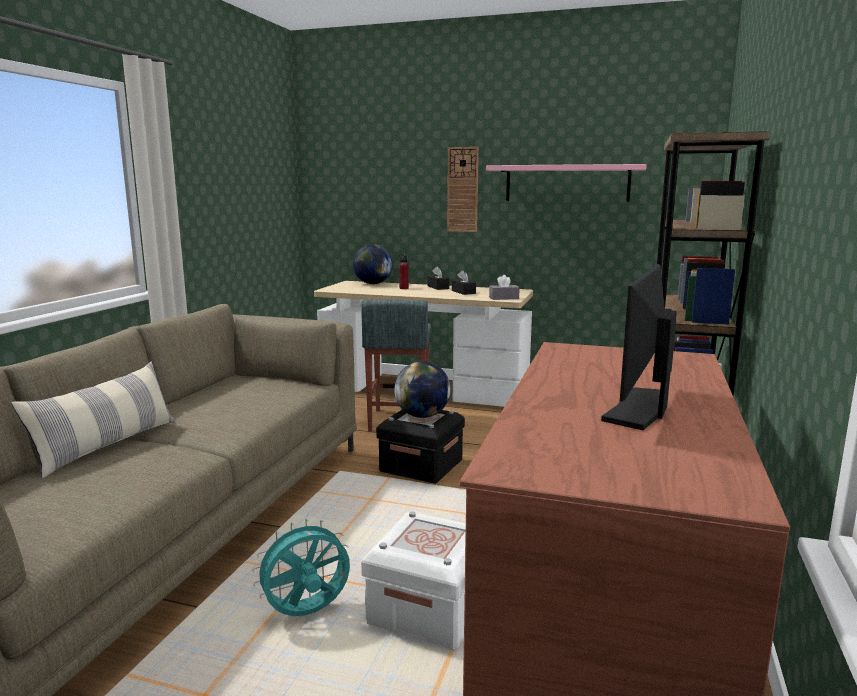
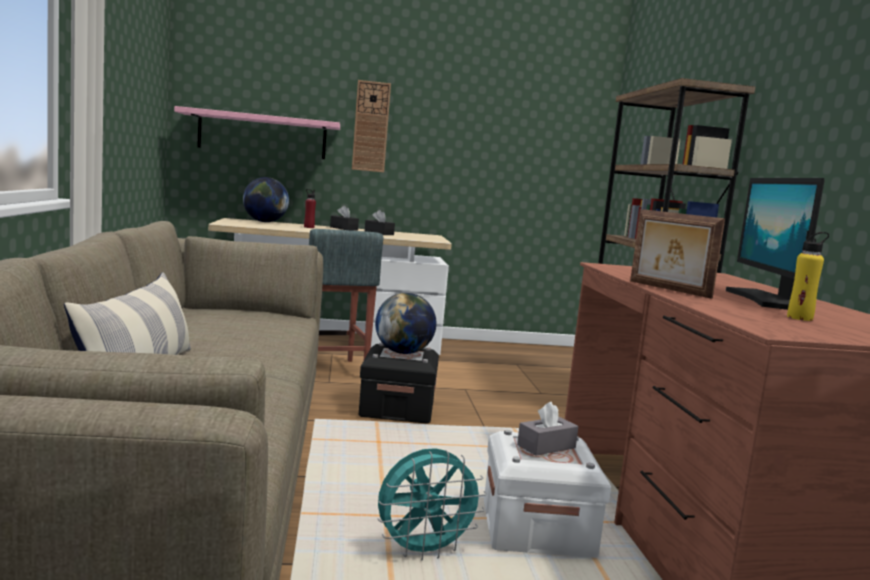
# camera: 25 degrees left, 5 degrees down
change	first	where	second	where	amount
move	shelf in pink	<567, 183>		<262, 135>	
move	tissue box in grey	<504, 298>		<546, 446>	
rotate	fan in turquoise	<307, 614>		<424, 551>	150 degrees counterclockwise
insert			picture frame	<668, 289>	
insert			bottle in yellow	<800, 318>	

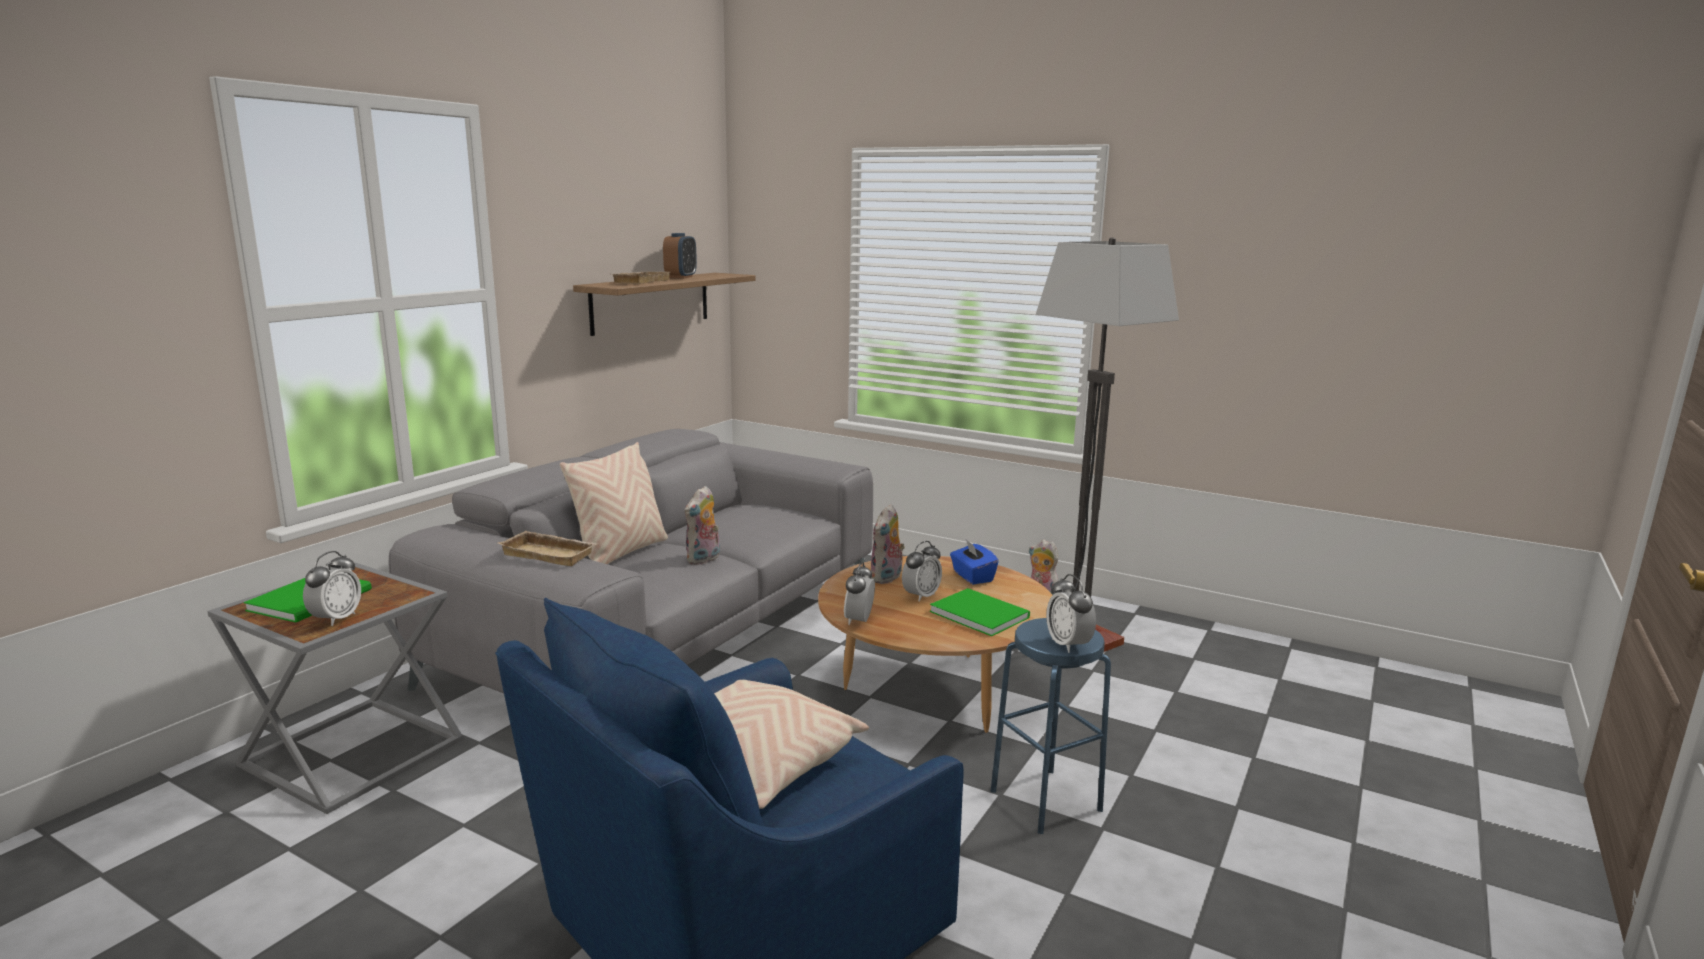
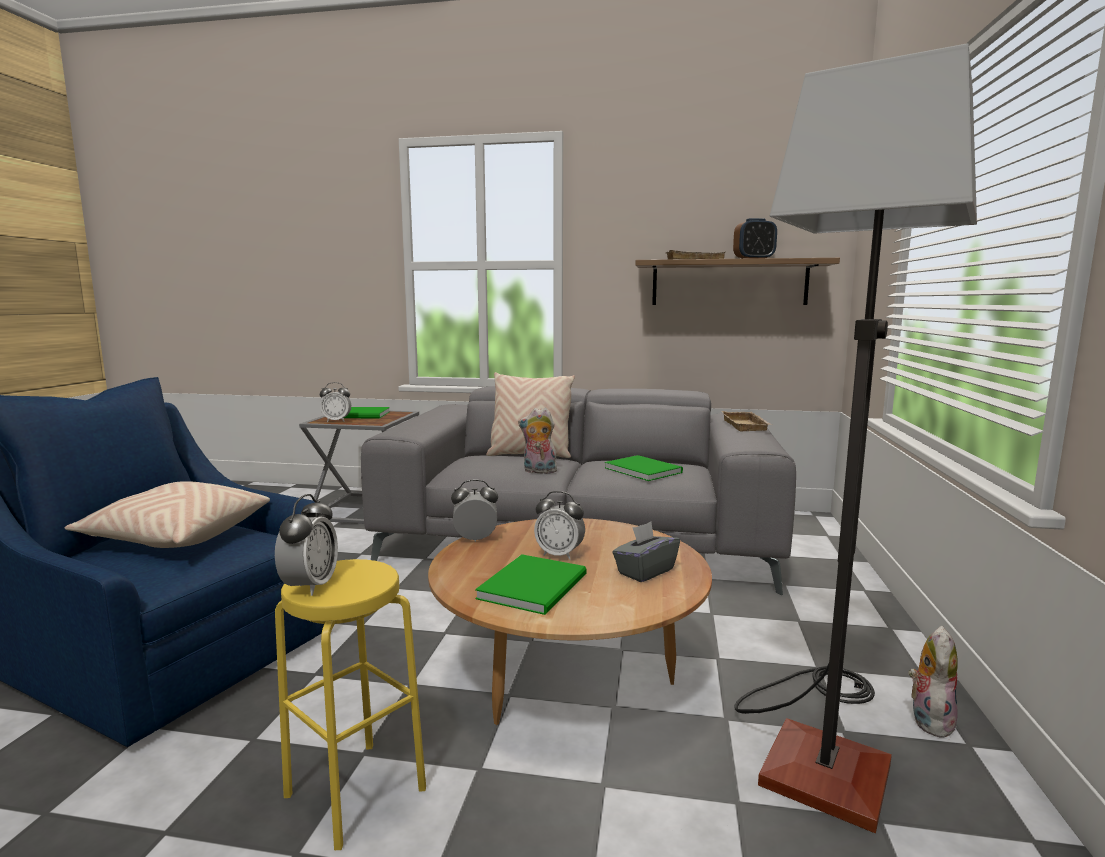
# camera: 70 degrees right, 5 degrees down
change	first	where	second	where	amount
delete	plush toy	<887, 578>			
move	tray in beige	<551, 554>		<747, 426>	
recolor	tissue box in blue	<972, 577>	tissue box in grey	<645, 571>	
rotate	alarm clock	<1068, 645>		<310, 586>	135 degrees clockwise
recolor	stool in blue	<1045, 800>	stool in yellow	<355, 791>	
insert			book in green	<642, 469>	

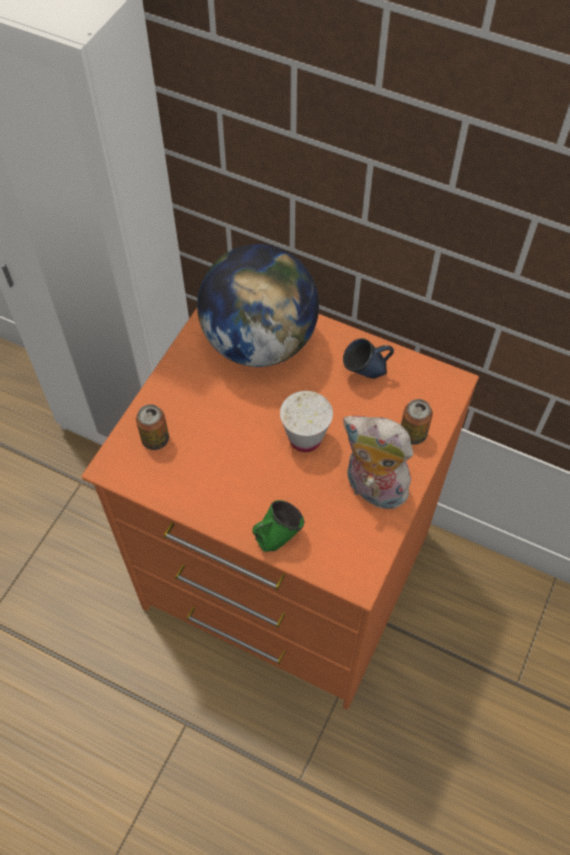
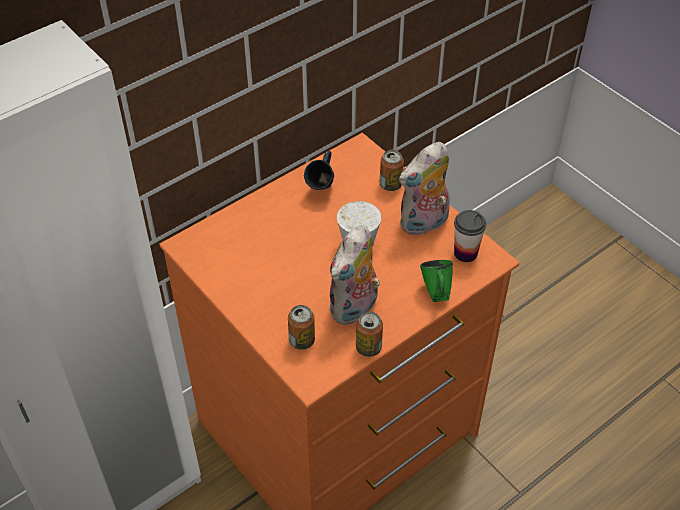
# camera: 65 degrees left, 10 degrees down
change	first	where	second	where	amount
delete	globe	<259, 341>			
insert			cup	<465, 253>	
insert			plush toy	<355, 309>	
insert			can	<368, 347>	

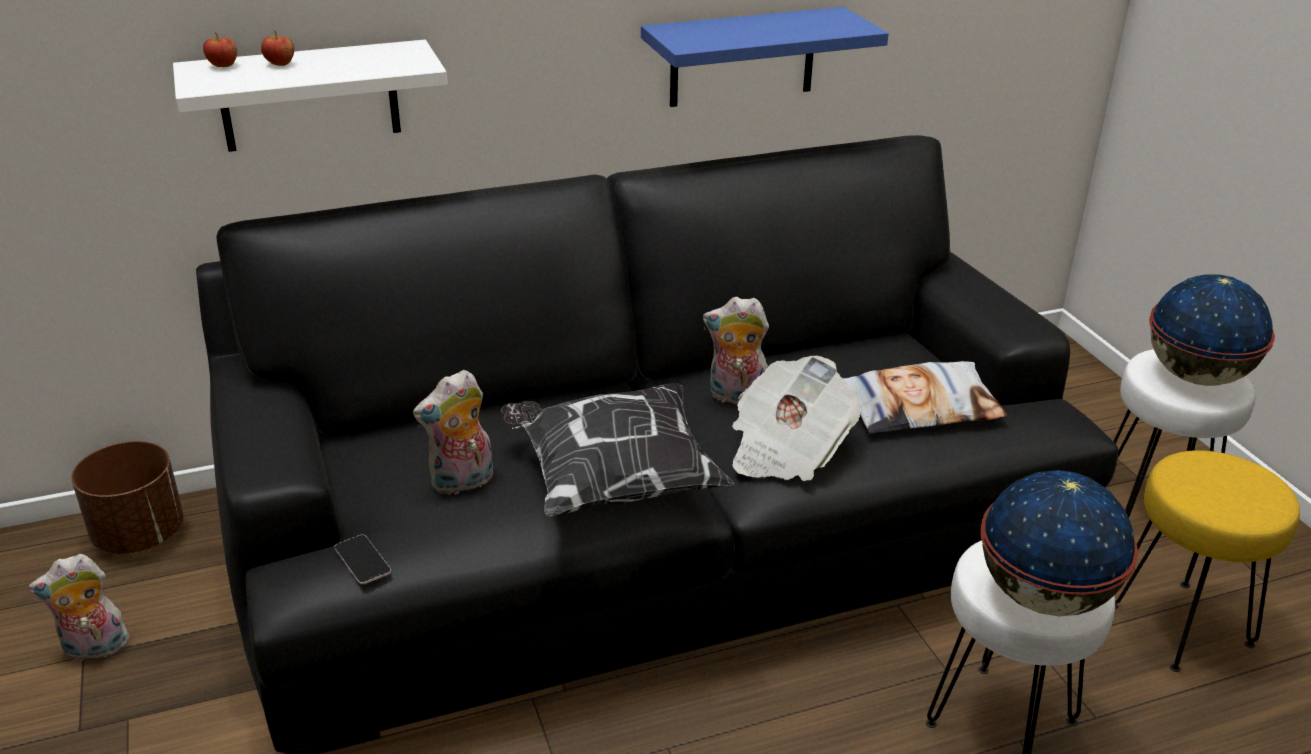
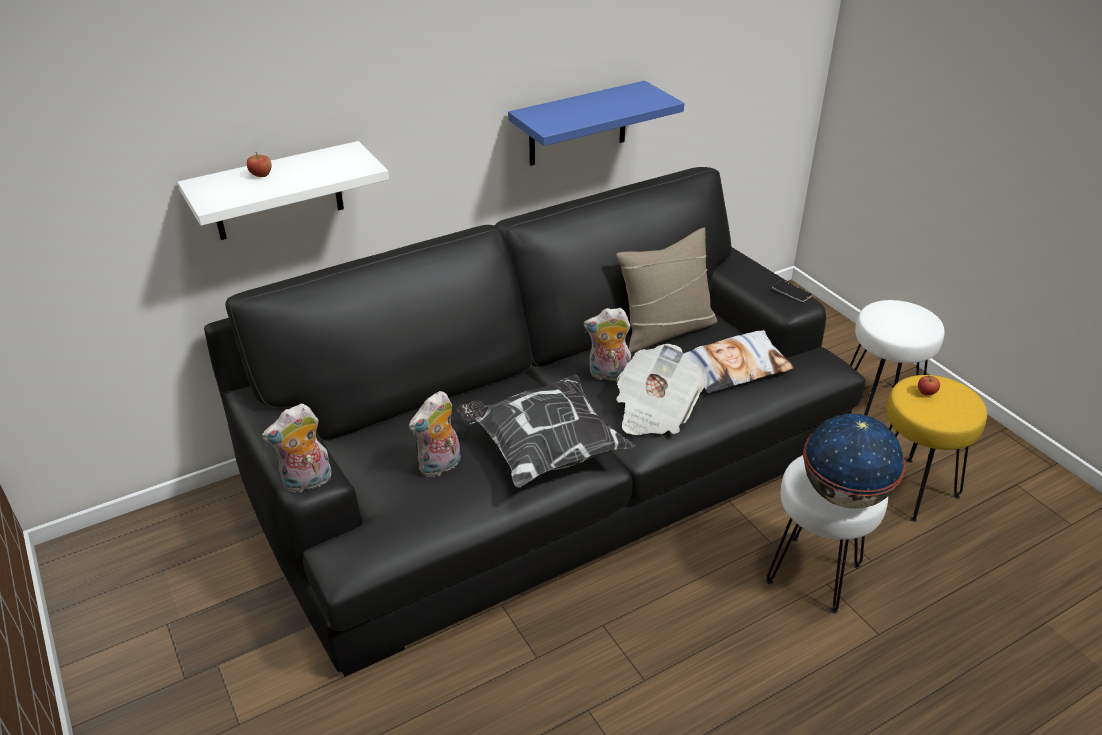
# camera: 10 degrees left, 5 degrees up
change	first	where	second	where	amount
move	apple	<223, 66>		<926, 393>	
delete	globe	<1195, 376>			
delete	planter in brown	<140, 534>			
move	phone	<362, 560>		<791, 292>	
move	plush toy	<94, 650>		<307, 483>	
insert			pillow in beige	<666, 330>	

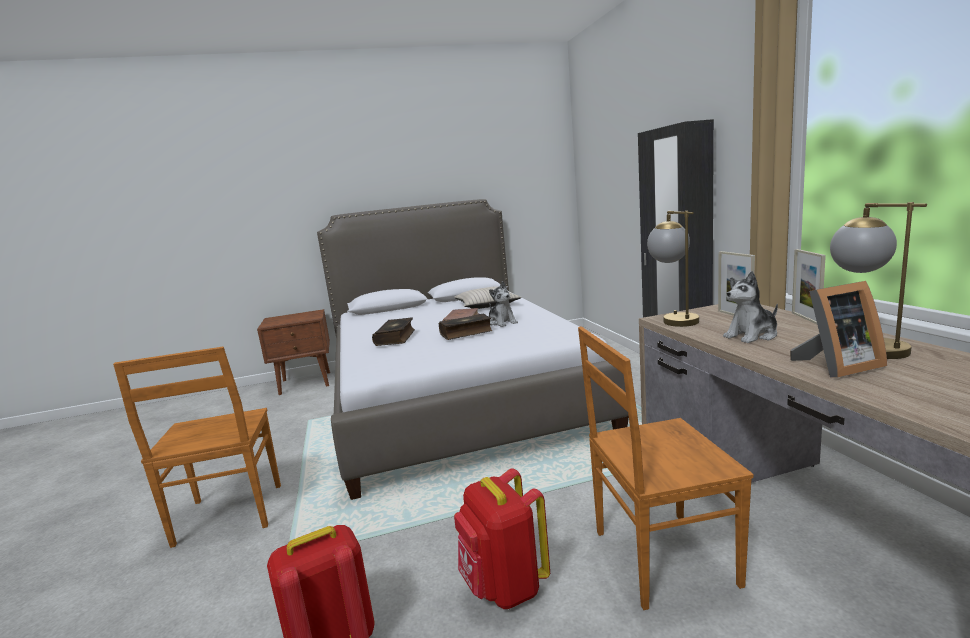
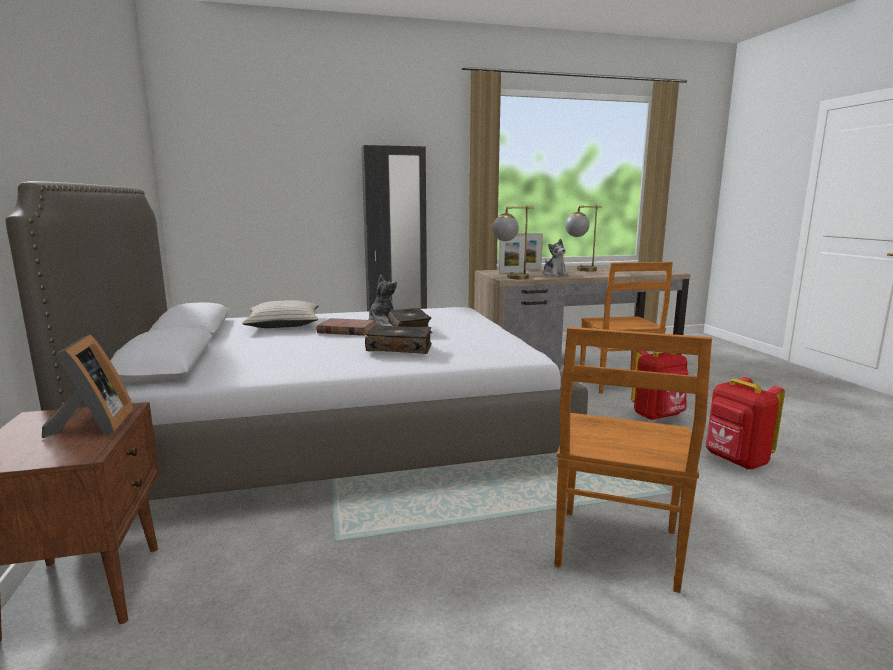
# camera: 90 degrees left, 0 degrees up
change	first	where	second	where	amount
rotate	plush toy	<502, 322>		<382, 321>	45 degrees counterclockwise
move	picture frame	<836, 366>		<94, 425>	
rotate	chair in brown	<229, 516>		<616, 550>	120 degrees clockwise

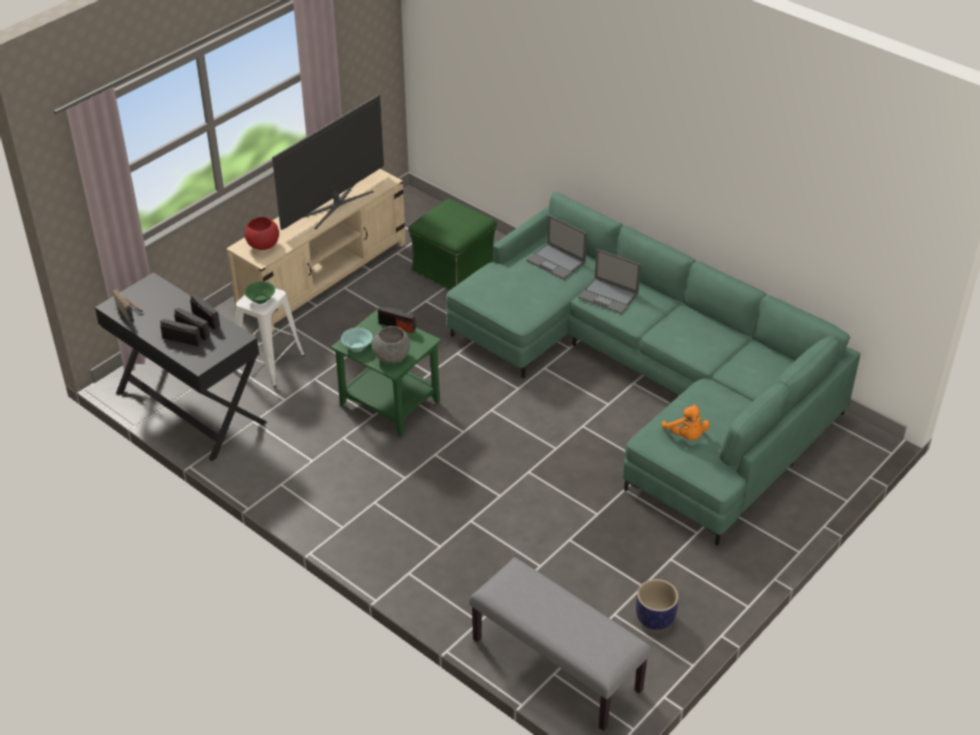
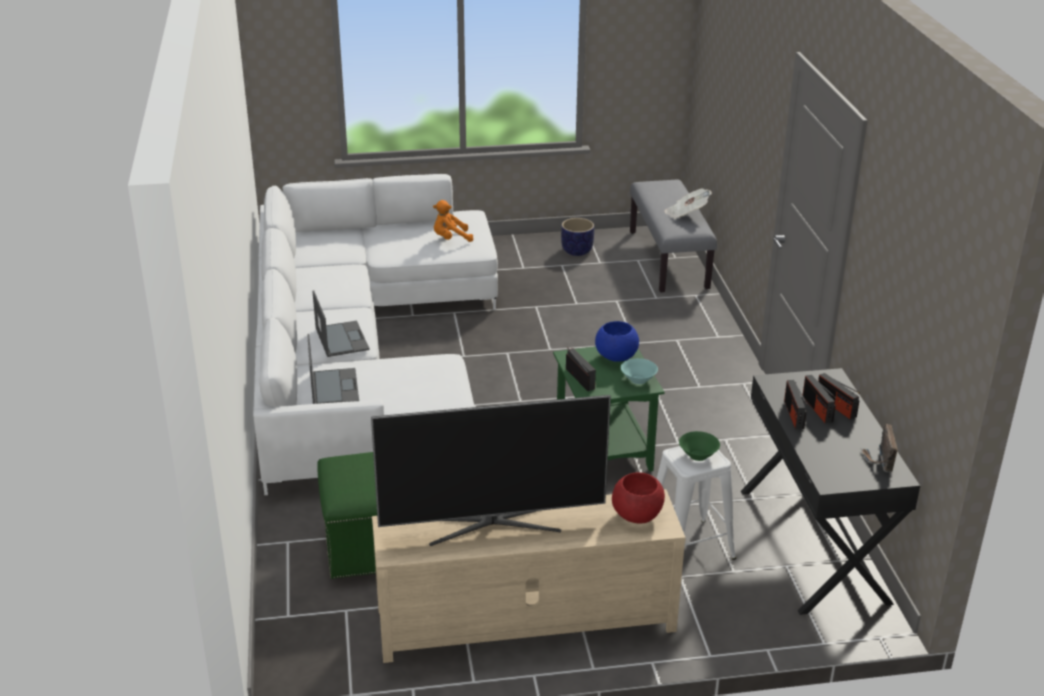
# camera: 140 degrees left, 10 degrees down
change	first	where	second	where	amount
recolor	sofa in green	<651, 382>	sofa in white	<361, 356>	
recolor	bowl in grey	<392, 357>	bowl in blue	<616, 357>	
rotate	plush toy in orange	<686, 436>		<450, 239>	120 degrees counterclockwise
insert			newspaper	<686, 214>	

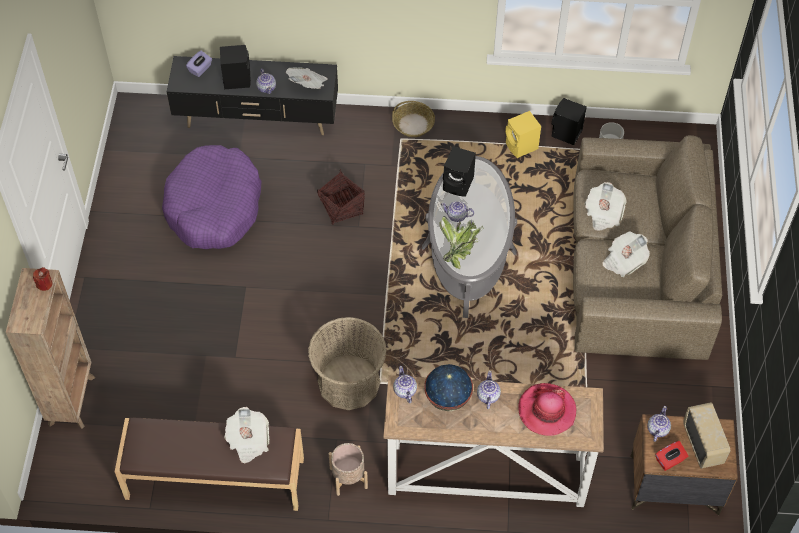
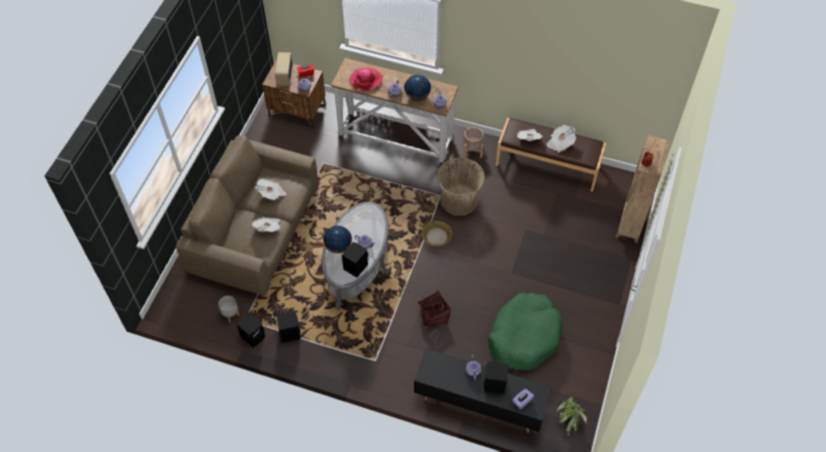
# camera: 165 degrees left, 0 degrees up
change	first	where	second	where	amount
move	newspaper	<308, 84>		<560, 143>	
move	basket	<413, 124>		<436, 236>	
recolor	speaker in yellow	<522, 147>	speaker in black	<290, 332>	
recolor	dog bed in purple	<214, 207>	dog bed in green	<524, 336>	
move	potted plant	<459, 250>		<570, 419>	
insert			globe	<338, 246>	

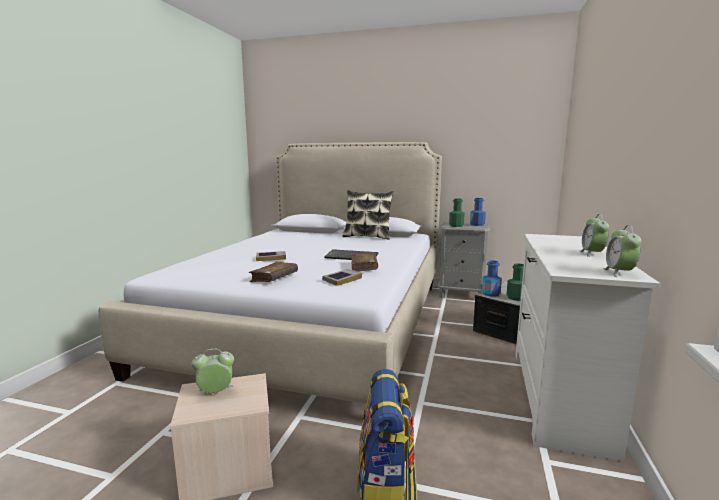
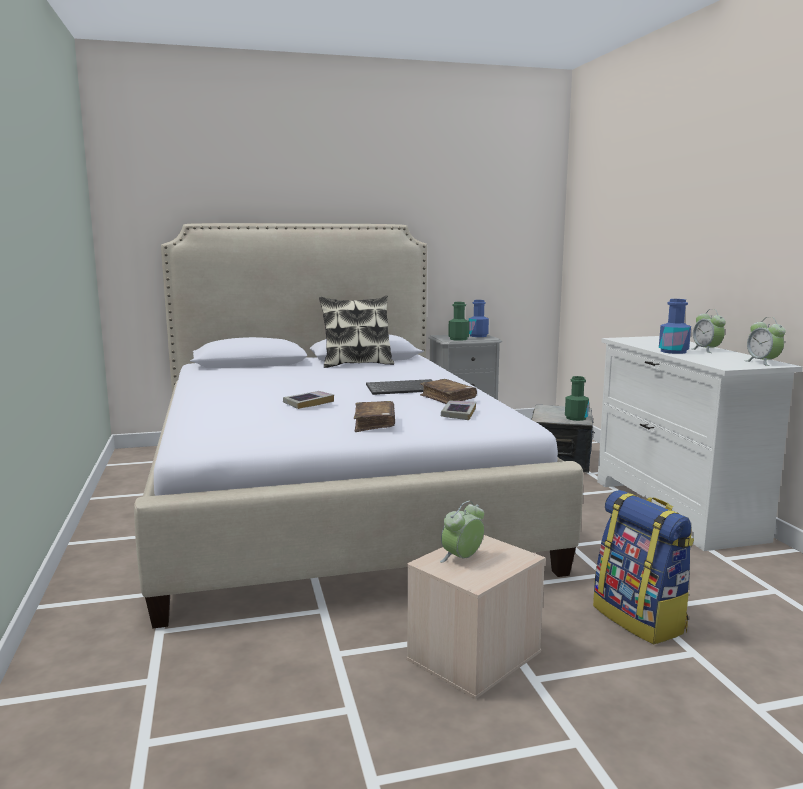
# camera: 30 degrees left, 0 degrees up
change	first	where	second	where	amount
move	bottle in blue	<491, 294>		<673, 351>	

